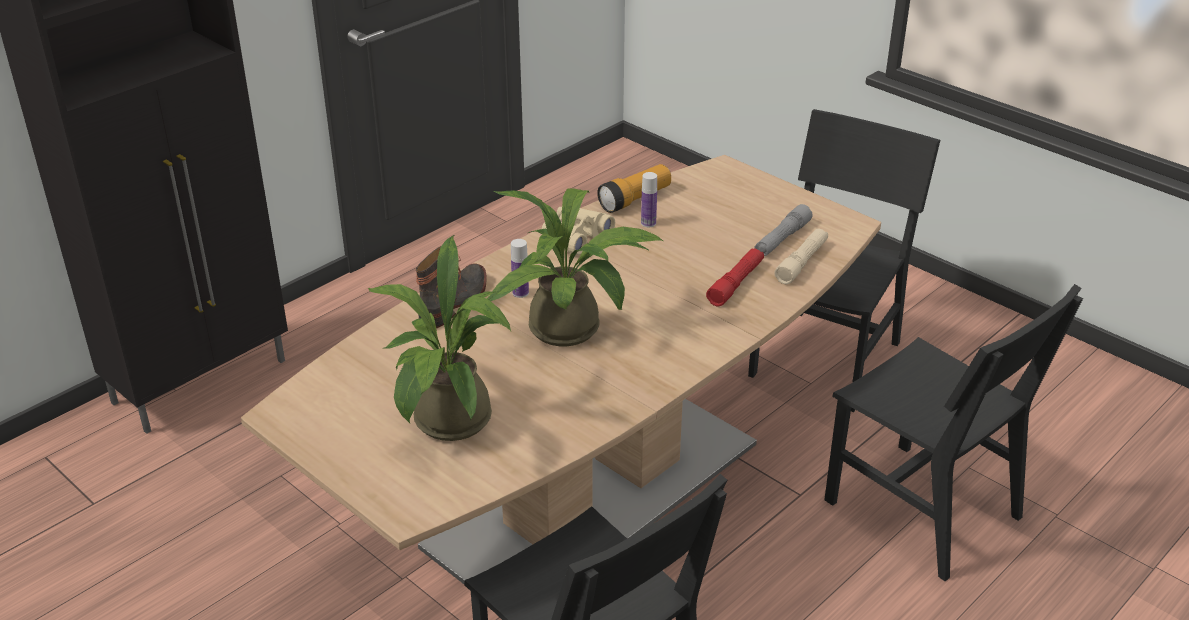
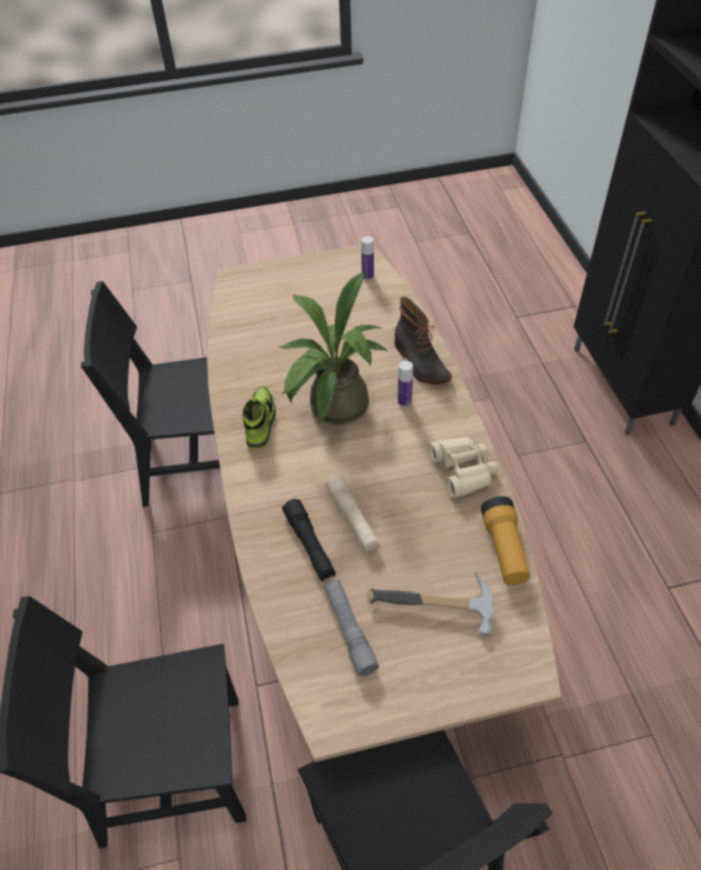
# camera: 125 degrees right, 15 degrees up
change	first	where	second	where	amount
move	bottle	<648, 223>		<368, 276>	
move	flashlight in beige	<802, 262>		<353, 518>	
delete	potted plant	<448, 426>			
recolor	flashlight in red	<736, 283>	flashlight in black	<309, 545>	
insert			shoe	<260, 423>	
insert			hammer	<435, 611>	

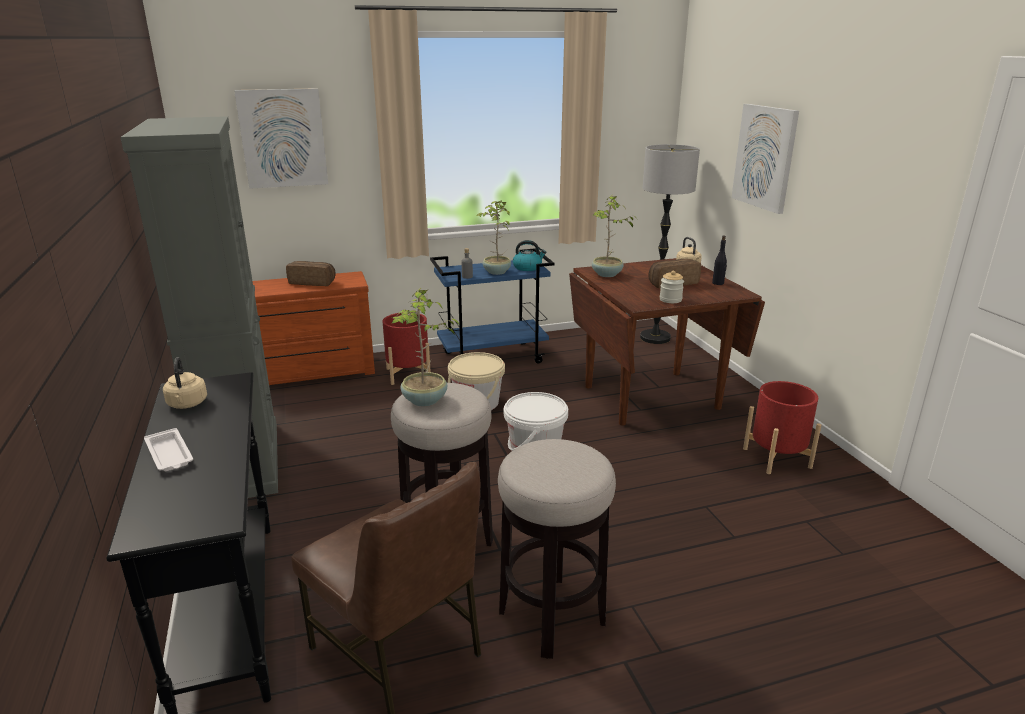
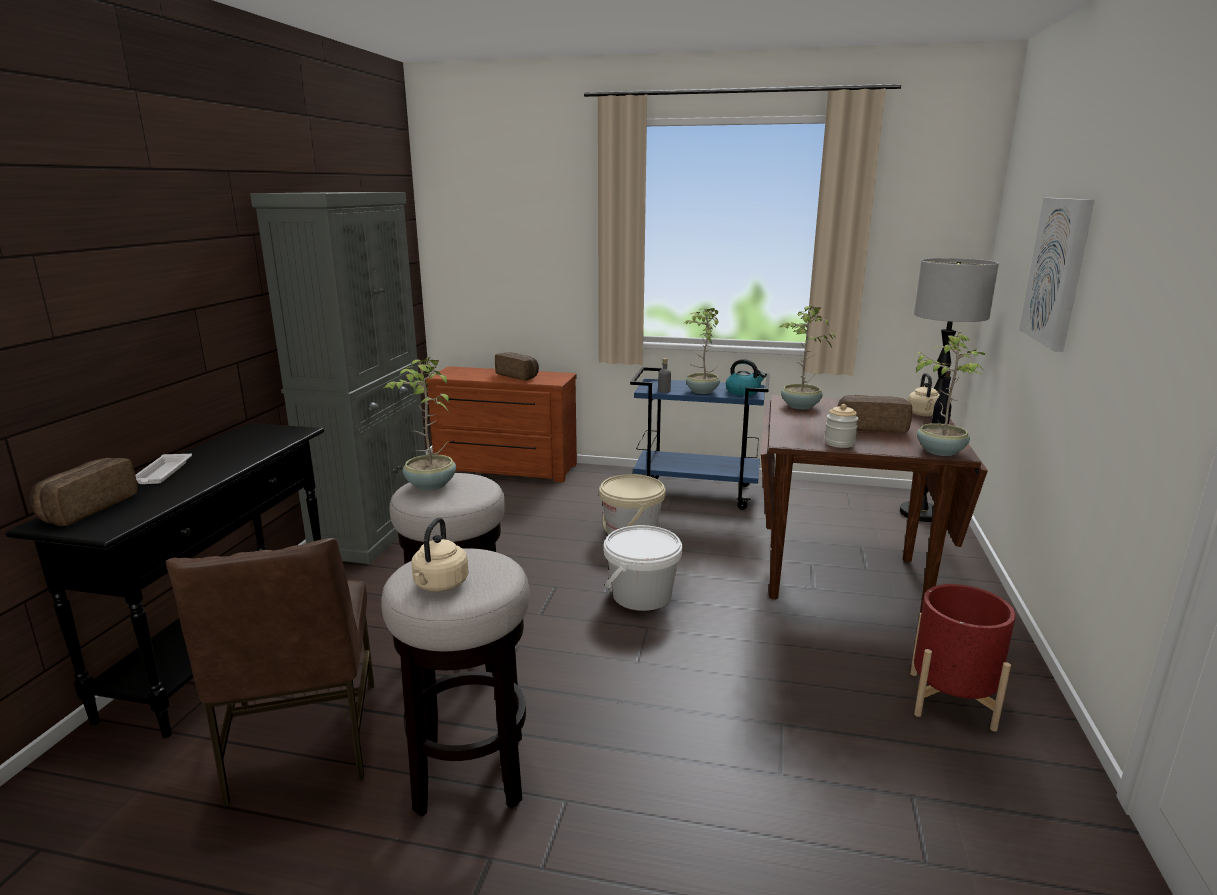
# camera: 30 degrees right, 5 degrees down
change	first	where	second	where	amount
delete	picture	<283, 138>			
delete	planter in red	<408, 374>			
move	kettle in beige	<187, 404>		<439, 585>	
insert			potted plant	<940, 451>	
insert			bread	<86, 508>	

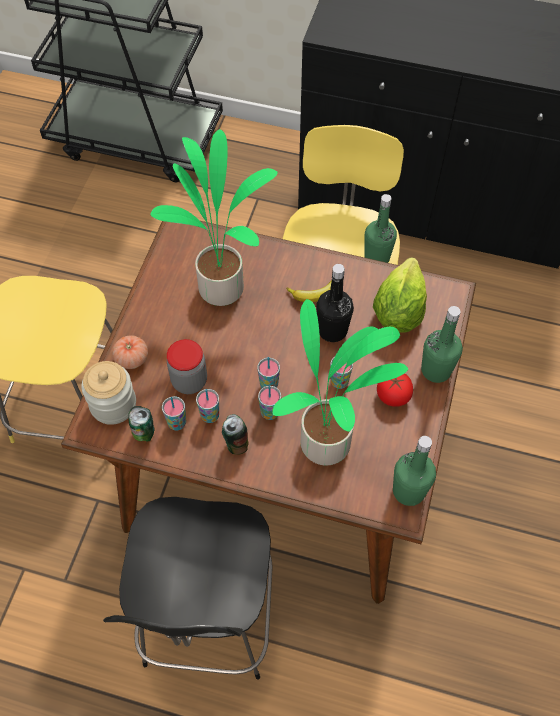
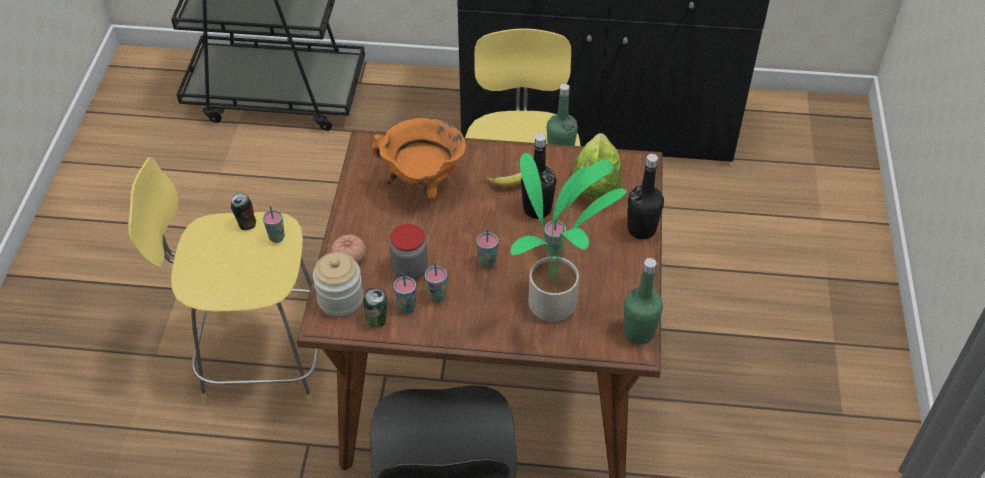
# camera: 10 degrees left, 10 degrees down
change	first	where	second	where	amount
replace	potted plant	<222, 286>	cooking pot in orange	<423, 185>	
recolor	bottle in green	<436, 370>	bottle in black	<641, 229>	
delete	tomato	<393, 396>			
move	cup	<270, 413>		<277, 238>	
move	can	<236, 444>		<246, 223>	

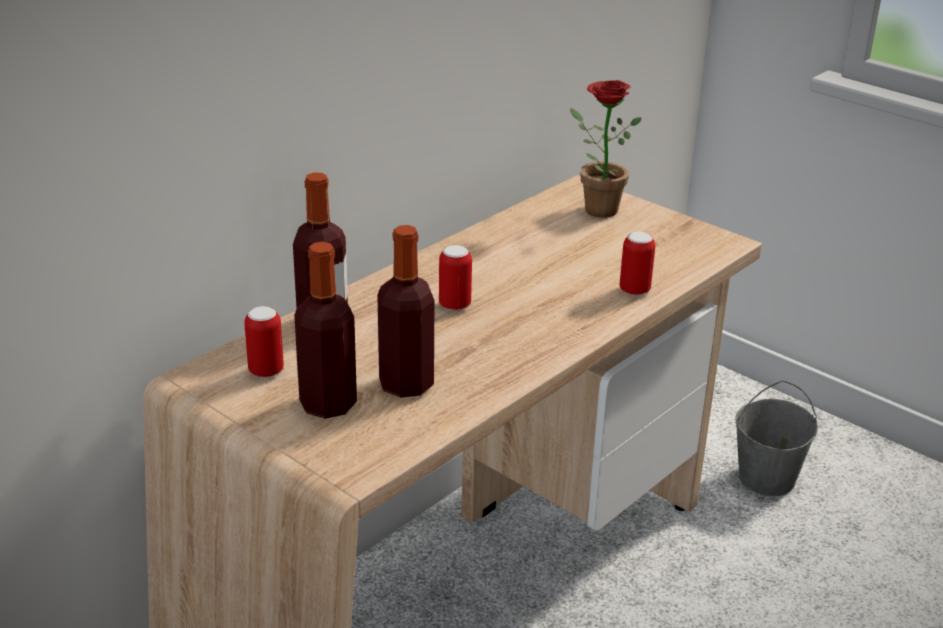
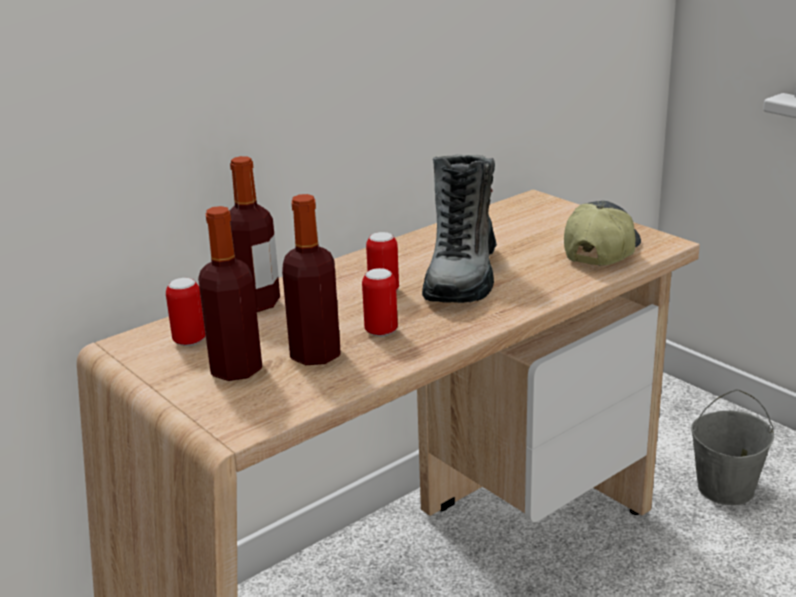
# camera: 10 degrees right, 5 degrees down
change	first	where	second	where	amount
delete	potted plant	<594, 208>			
move	can	<634, 290>		<381, 331>	
insert			boot	<462, 276>	
insert			cap	<600, 250>	

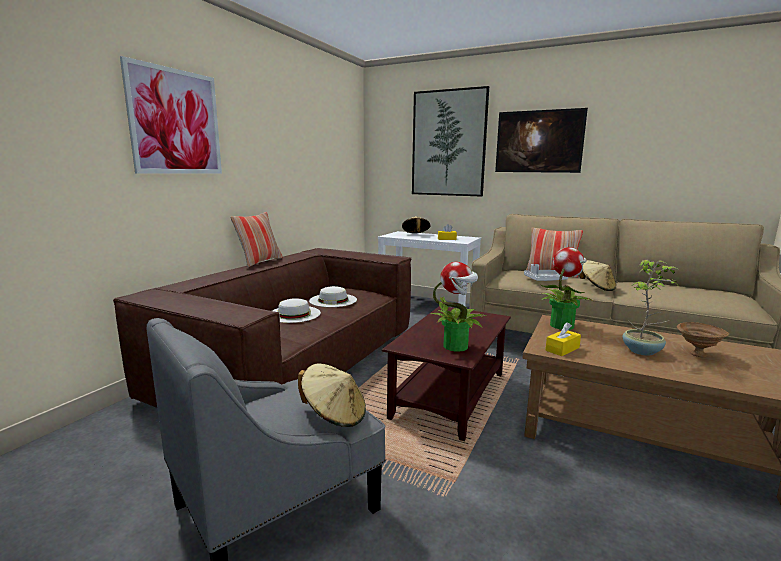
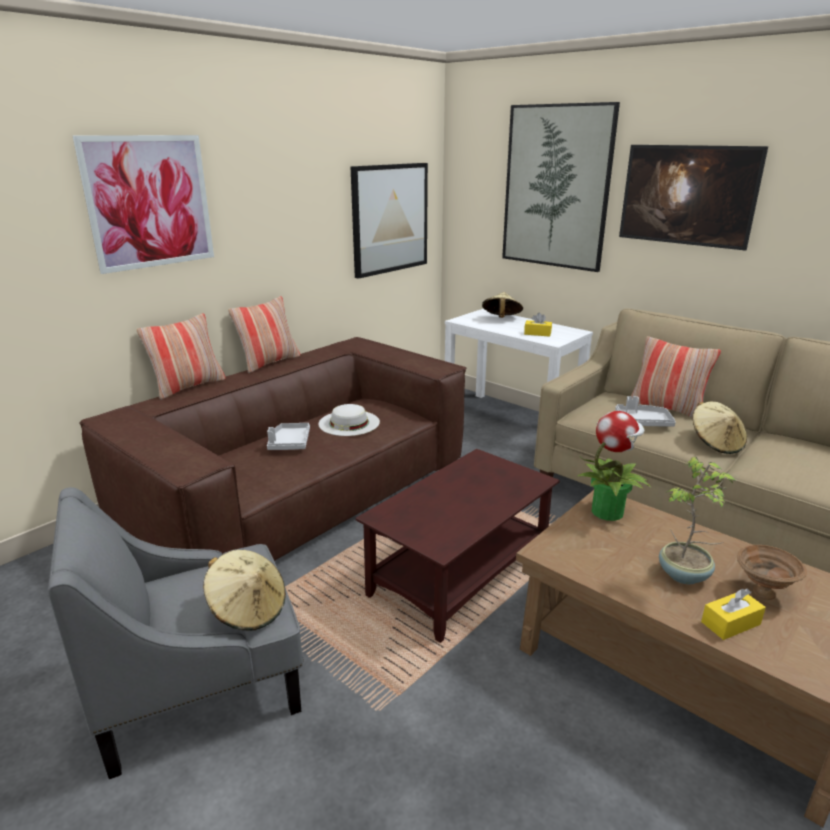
# camera: 15 degrees right, 10 degrees up
change	first	where	second	where	amount
delete	potted plant	<456, 346>			
replace	hat in white	<294, 314>	tray in grey	<289, 443>	
move	tissue box in yellow	<562, 349>		<730, 623>	
insert			picture	<389, 219>	
insert			pillow	<188, 386>	

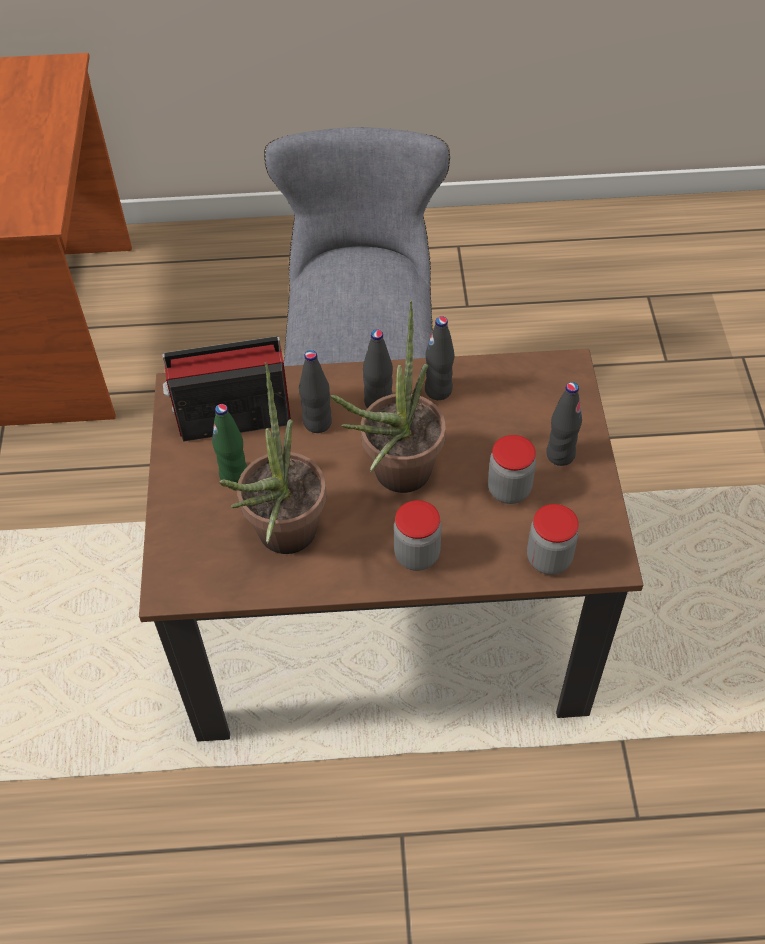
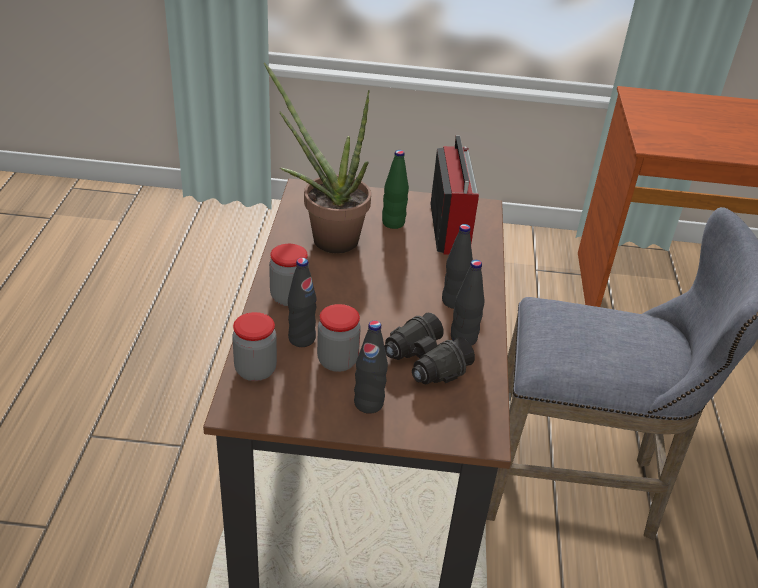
# camera: 95 degrees right, 15 degrees down
change	first	where	second	where	amount
delete	potted plant	<394, 479>			
move	bottle in black	<317, 423>		<301, 339>	
insert			binoculars in black	<424, 363>	

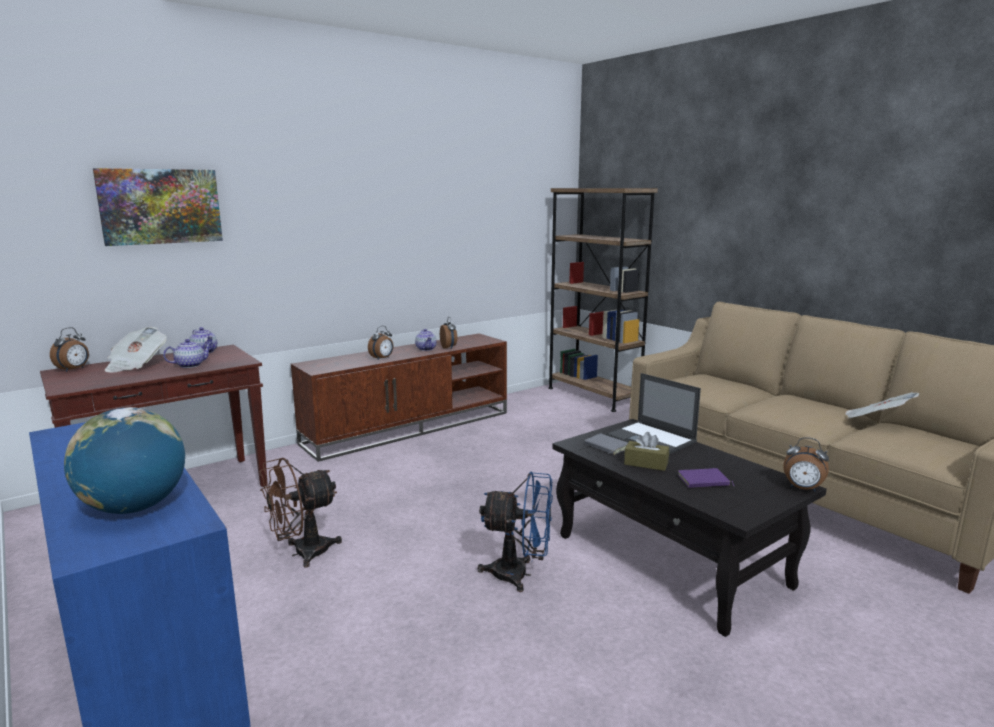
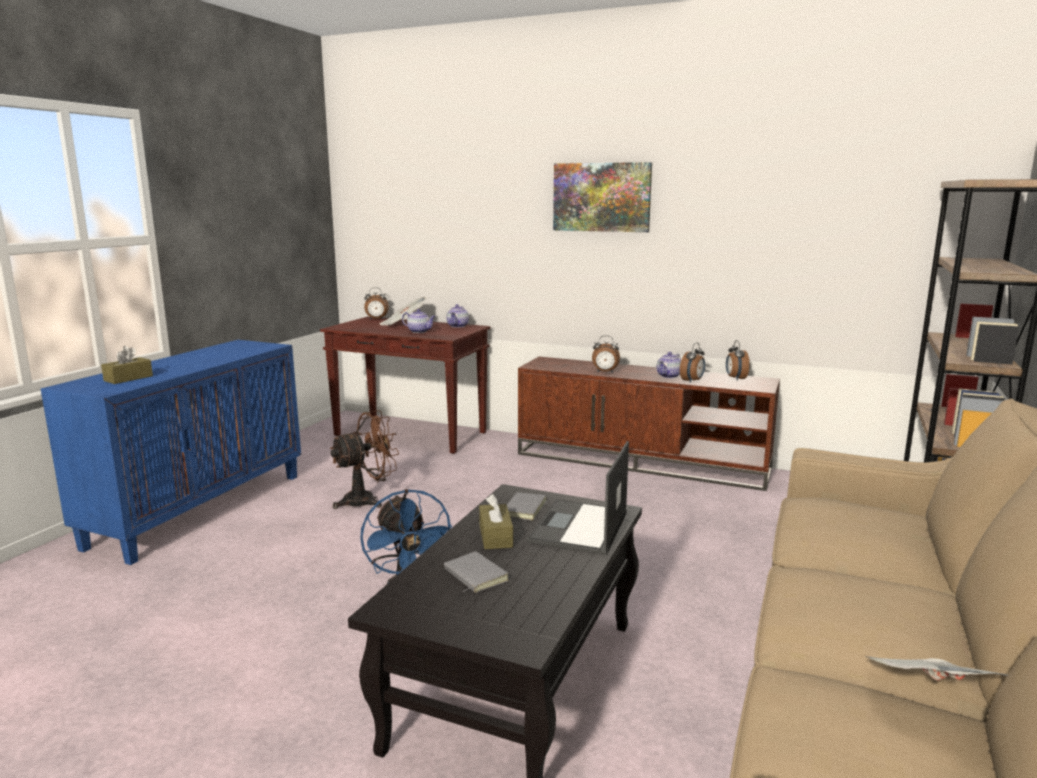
# camera: 60 degrees right, 0 degrees up
change	first	where	second	where	amount
move	picture	<160, 206>		<601, 197>	
replace	globe	<134, 508>	tissue box in brown	<128, 378>	
move	alarm clock	<802, 489>		<735, 378>	
rotate	fan in brown	<302, 553>		<367, 500>	120 degrees clockwise
recolor	book in purple	<703, 481>	book in grey	<473, 576>	

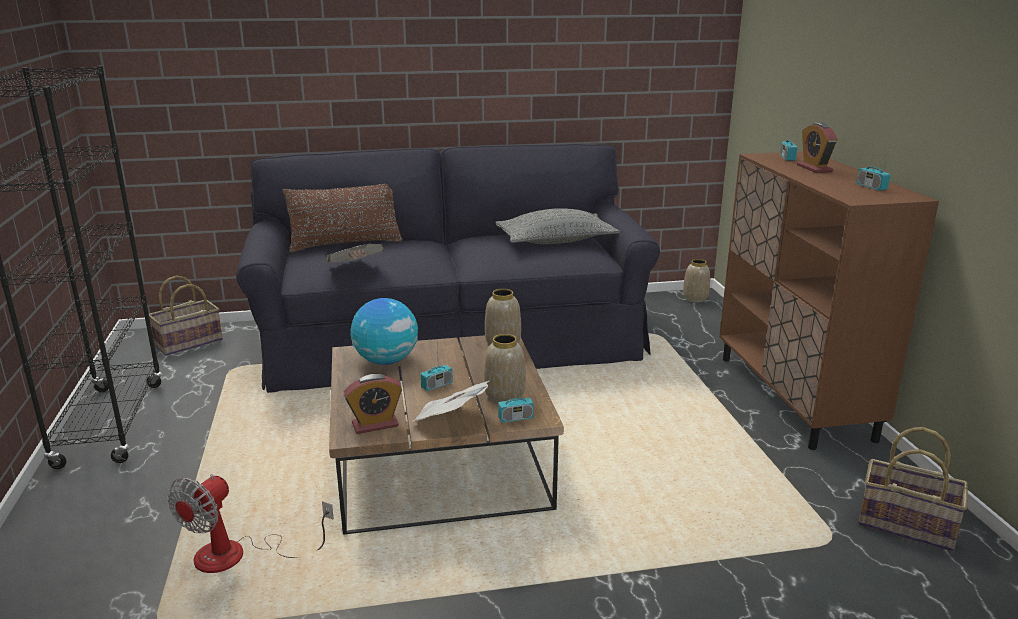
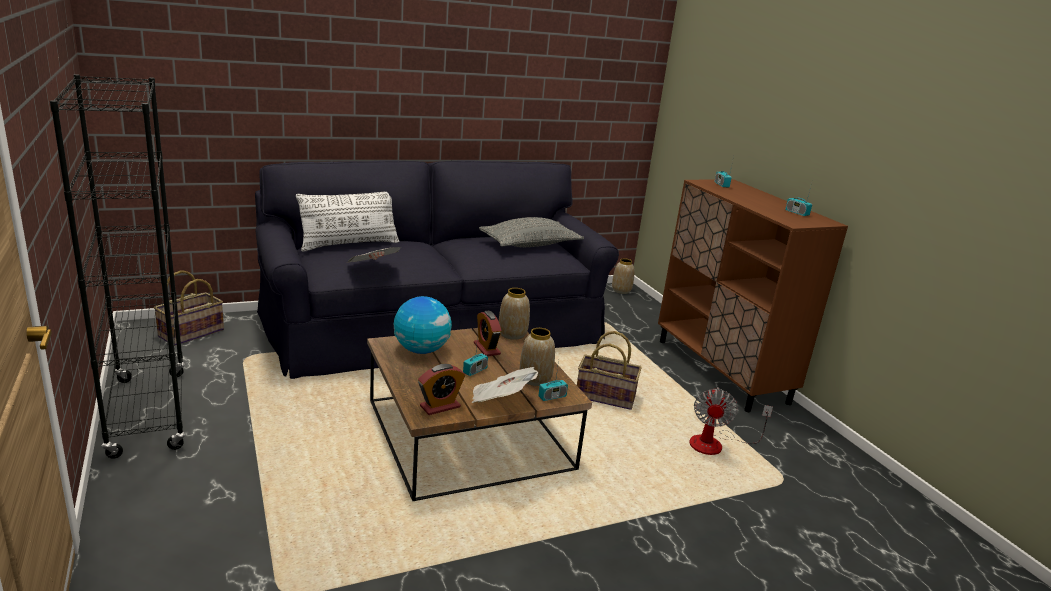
# camera: 15 degrees left, 0 degrees up
change	first	where	second	where	amount
move	alarm clock	<814, 168>		<486, 348>	
recolor	pillow in brown	<346, 244>	pillow in white	<349, 244>	
move	basket	<907, 524>		<605, 396>	
move	fan	<238, 556>		<715, 444>	

